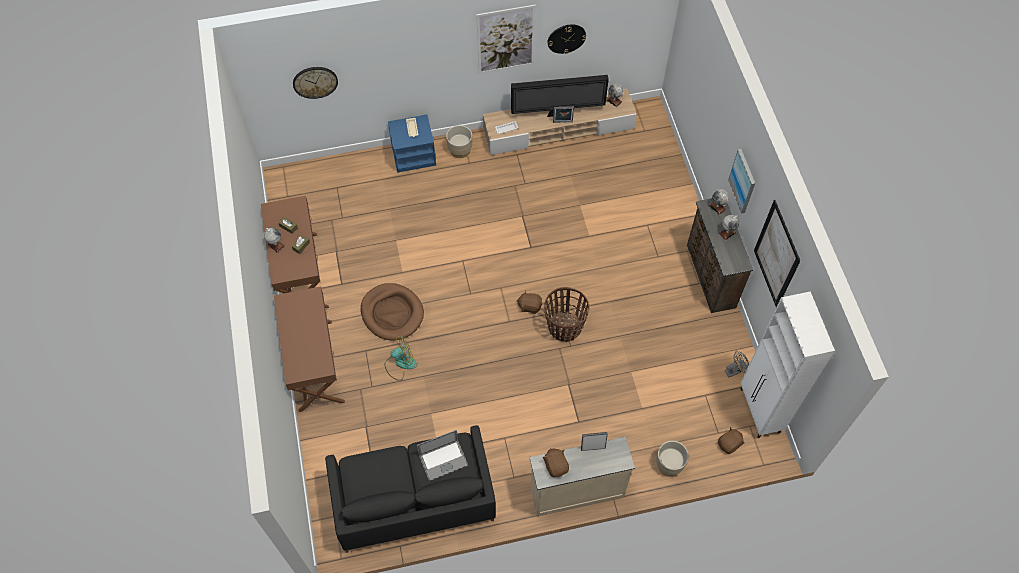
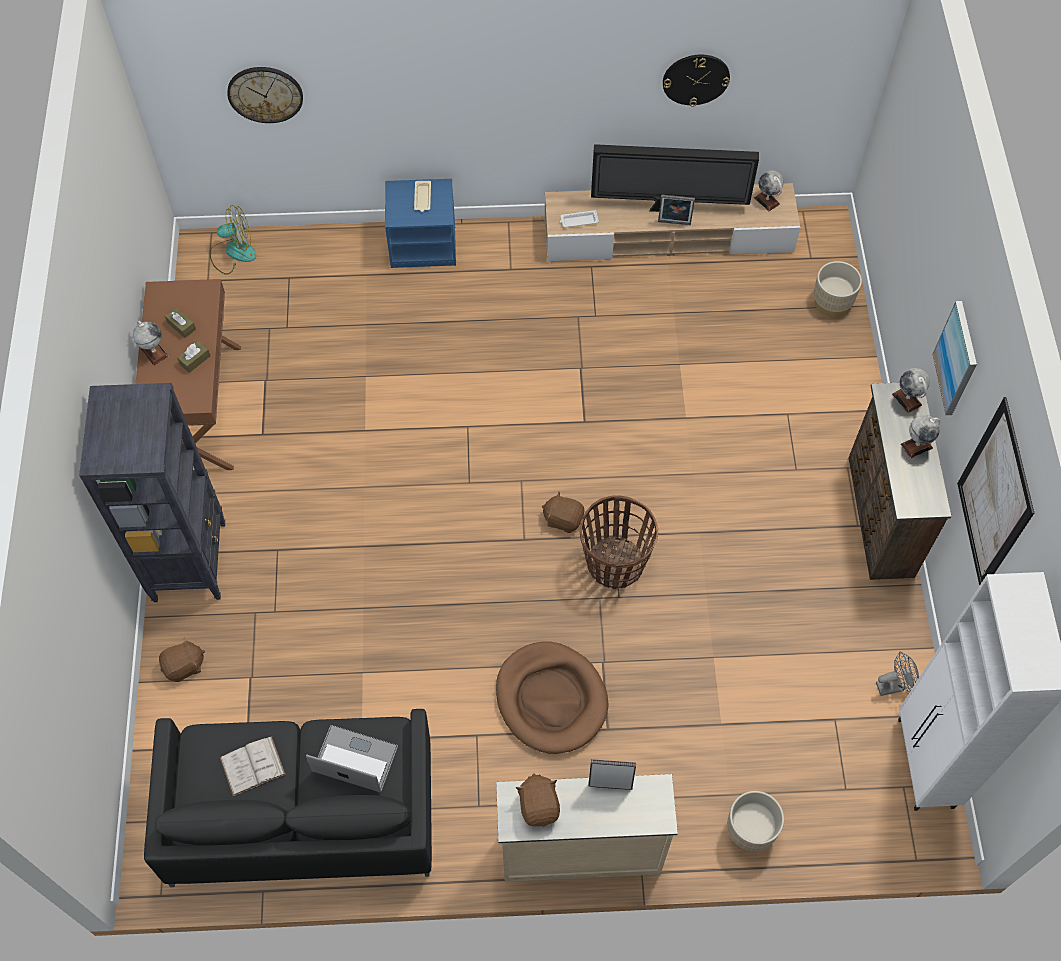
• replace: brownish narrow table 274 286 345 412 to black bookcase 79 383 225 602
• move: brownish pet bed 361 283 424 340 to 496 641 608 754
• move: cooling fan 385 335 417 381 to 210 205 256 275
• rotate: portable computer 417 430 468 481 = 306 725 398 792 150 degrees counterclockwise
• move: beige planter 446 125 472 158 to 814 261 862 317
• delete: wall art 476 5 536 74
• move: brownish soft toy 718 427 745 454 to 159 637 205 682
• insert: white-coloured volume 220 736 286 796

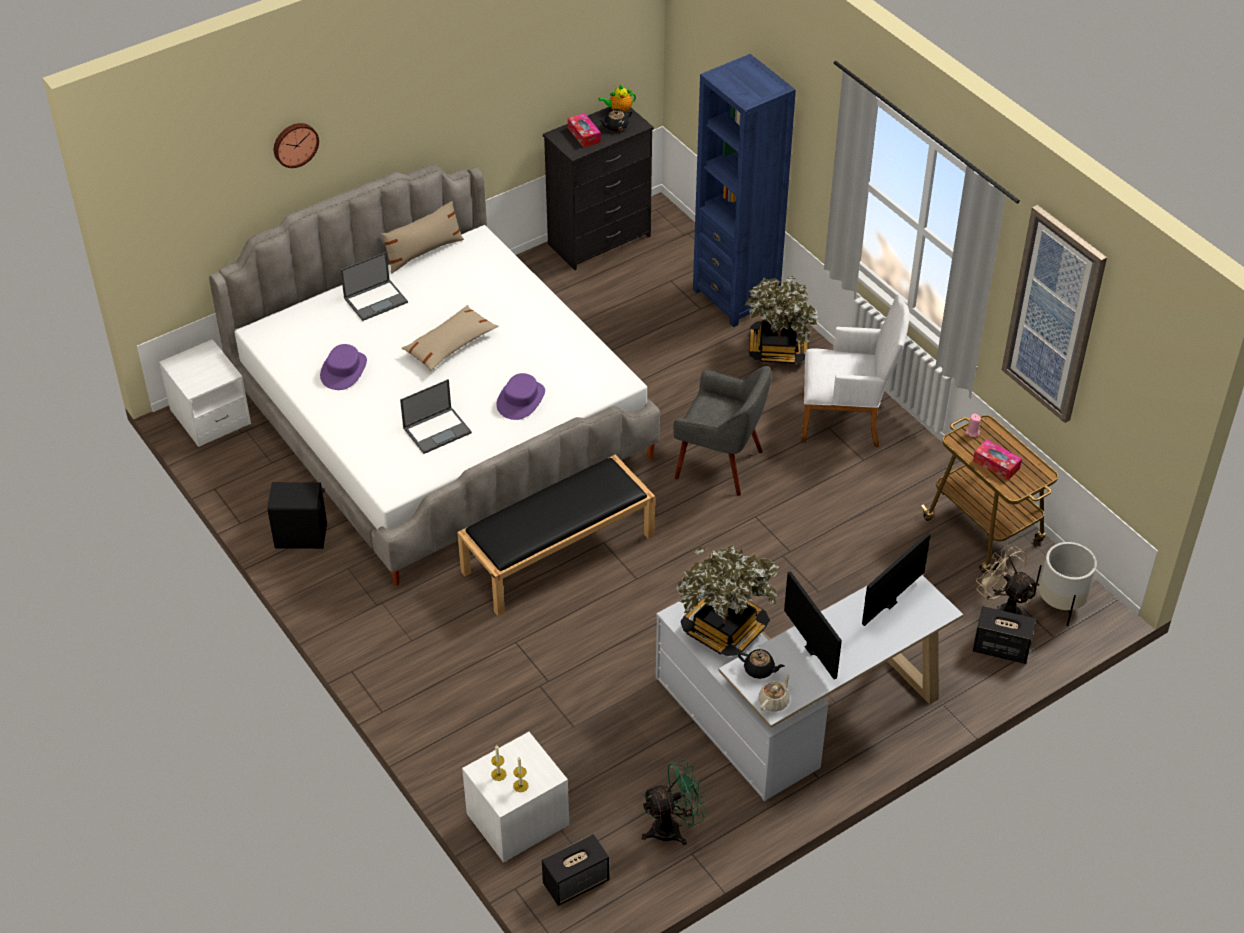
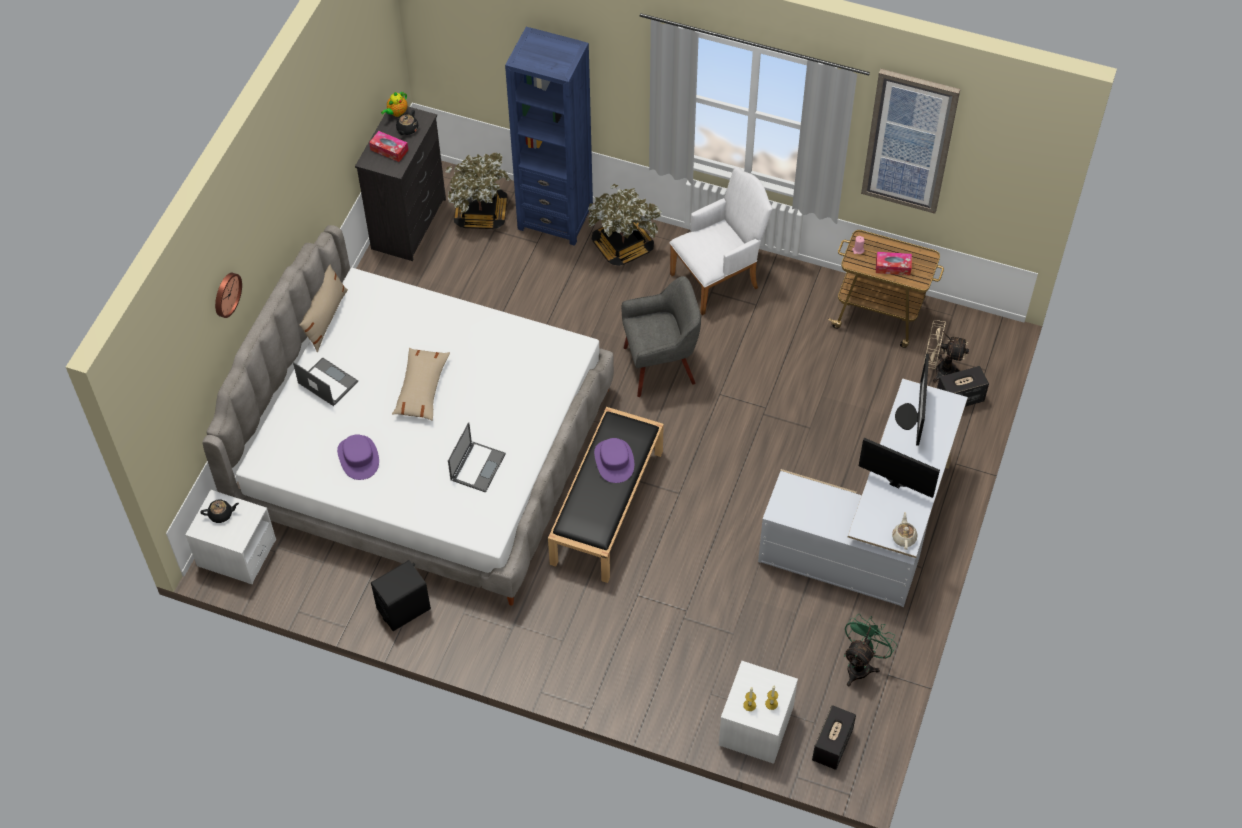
• rotate: portable computer 340 252 408 321 = 293 357 358 406 75 degrees counterclockwise
• move: purplish clothing hat 496 373 545 420 to 594 438 634 483
• move: houseplant 676 545 779 656 to 445 153 511 229
• move: black tea pot 738 649 785 679 to 200 499 239 523
• delete: white-coloured planter 1034 542 1097 626

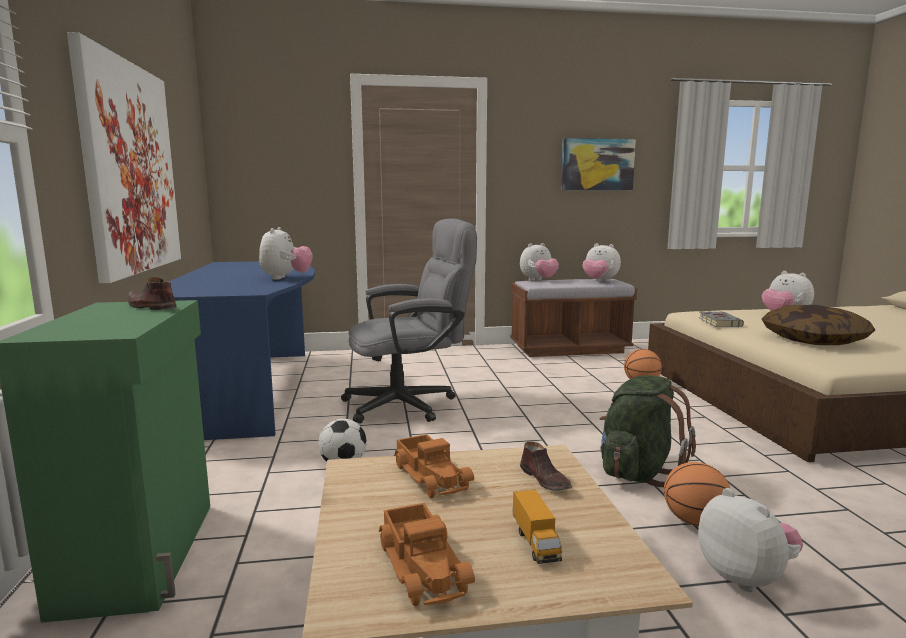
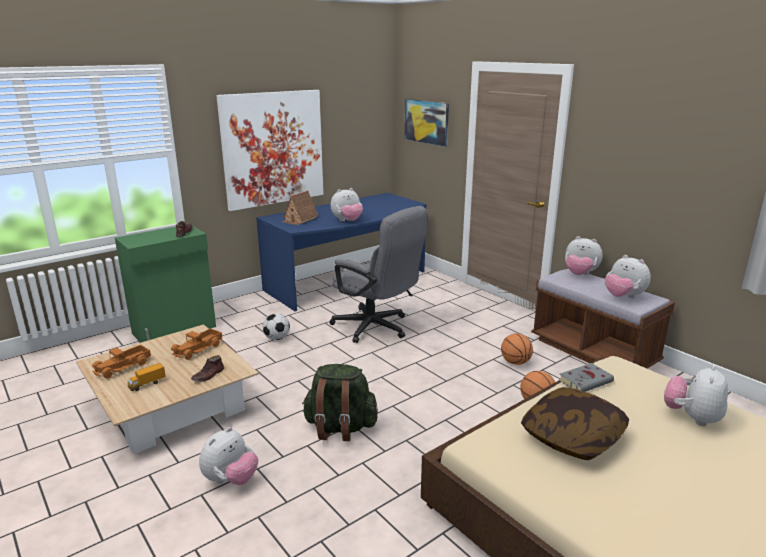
• move: wall art 561 138 636 190 to 405 99 449 147
• rotate: soft toy 582 243 621 282 = 605 255 651 298 45 degrees counterclockwise
• move: ball for basketball 664 462 731 526 to 501 333 533 365
• insert: miniature house 282 190 318 225

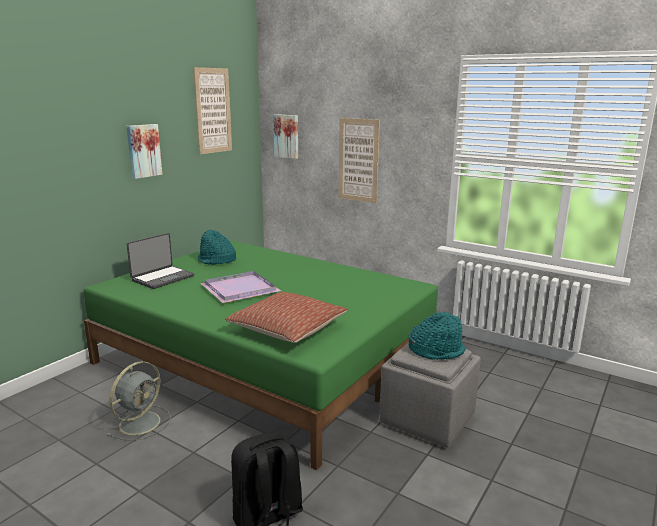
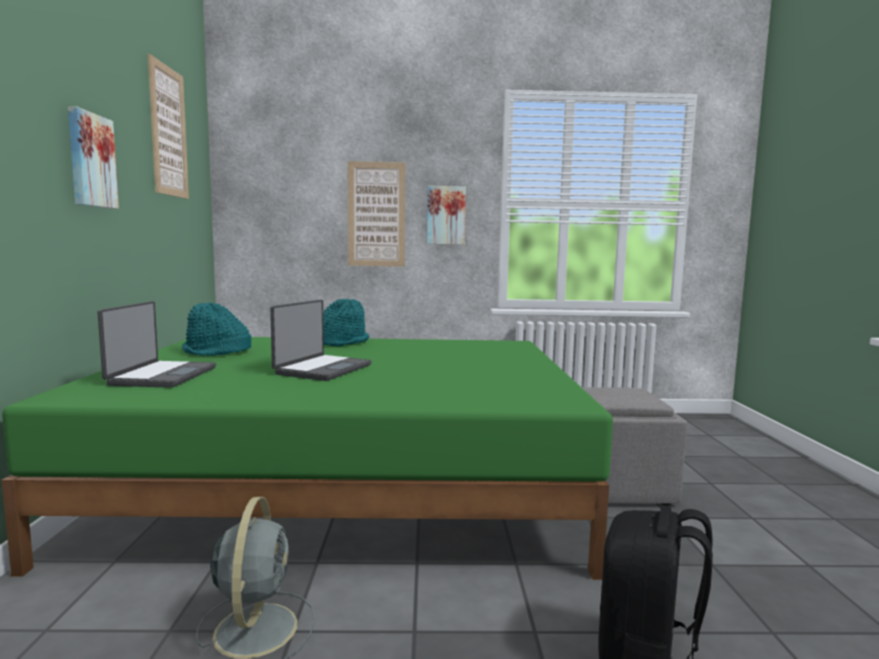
• replace: purplish serving tray 201 271 281 303 to portable computer 270 300 372 381
• delete: throw pillow 225 292 347 343
• move: wall art 273 114 298 159 to 427 186 466 245
• move: turquoise-coloured clothing hat 409 312 465 360 to 323 299 369 346

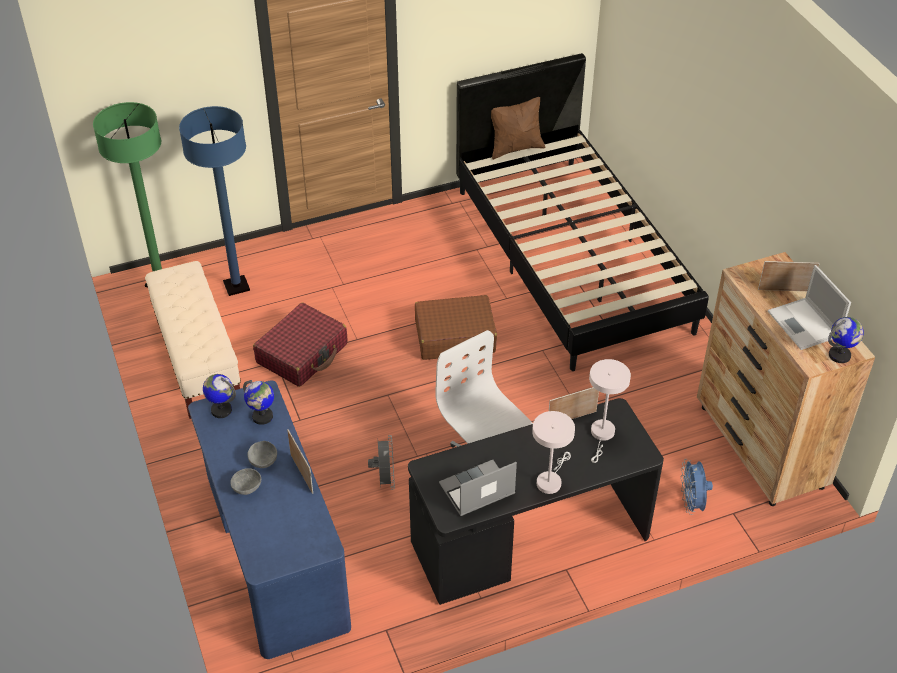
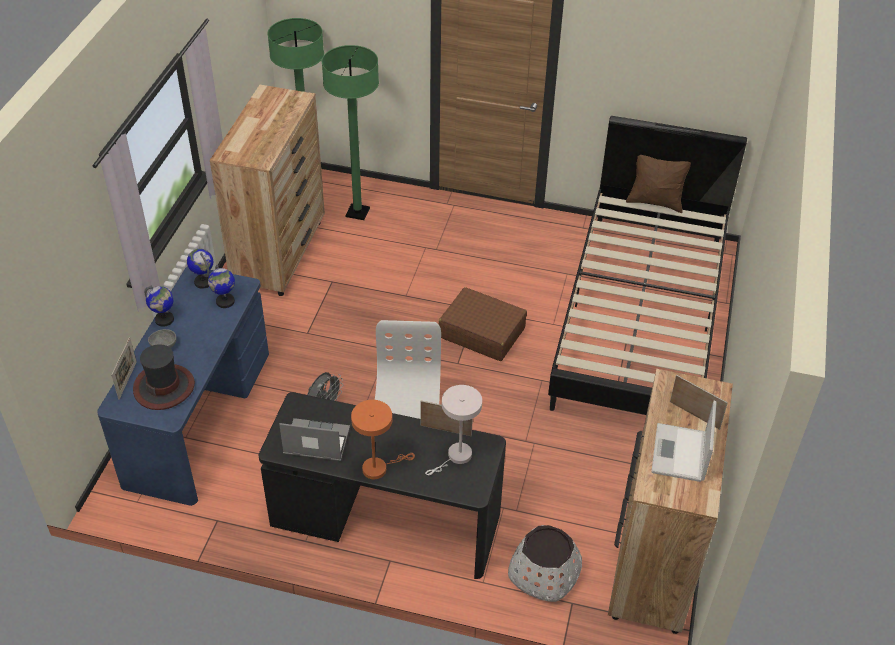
• replace: beige bench 145 261 241 419 to brownish dresser 210 85 325 296
• recolor: blue standard lamp 179 106 250 296 to green-coloured standard lamp 322 45 379 220
• delete: grey bowl 247 441 277 468
• delete: red suitcase 253 303 347 387
• move: photo frame 287 429 313 494 to 111 337 137 400
• recolor: white-coloured lamp for a table 532 411 575 494 to orange lamp for a table 351 400 415 479
• replace: blue cooling fan 681 459 713 515 to white-coloured planter 508 525 582 602
• move: desk globe 828 317 864 363 to 144 285 174 327
• insert: clothing hat 133 344 195 410

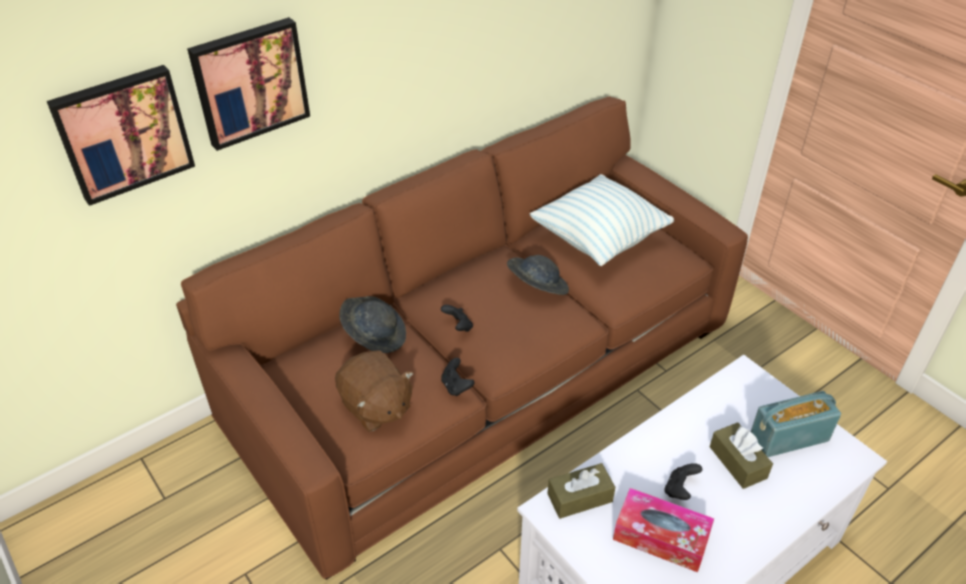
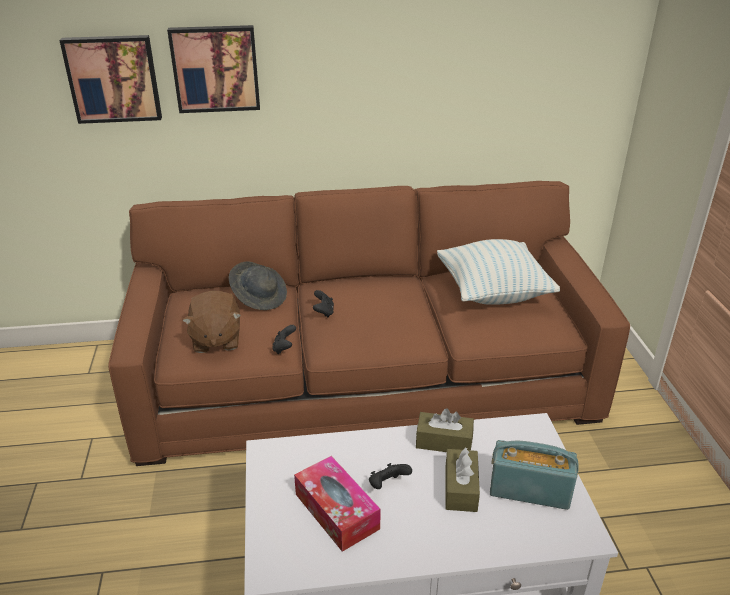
• delete: grey clothing hat 507 255 569 295
• move: brownish tissue holder 547 463 615 519 to 416 408 474 452

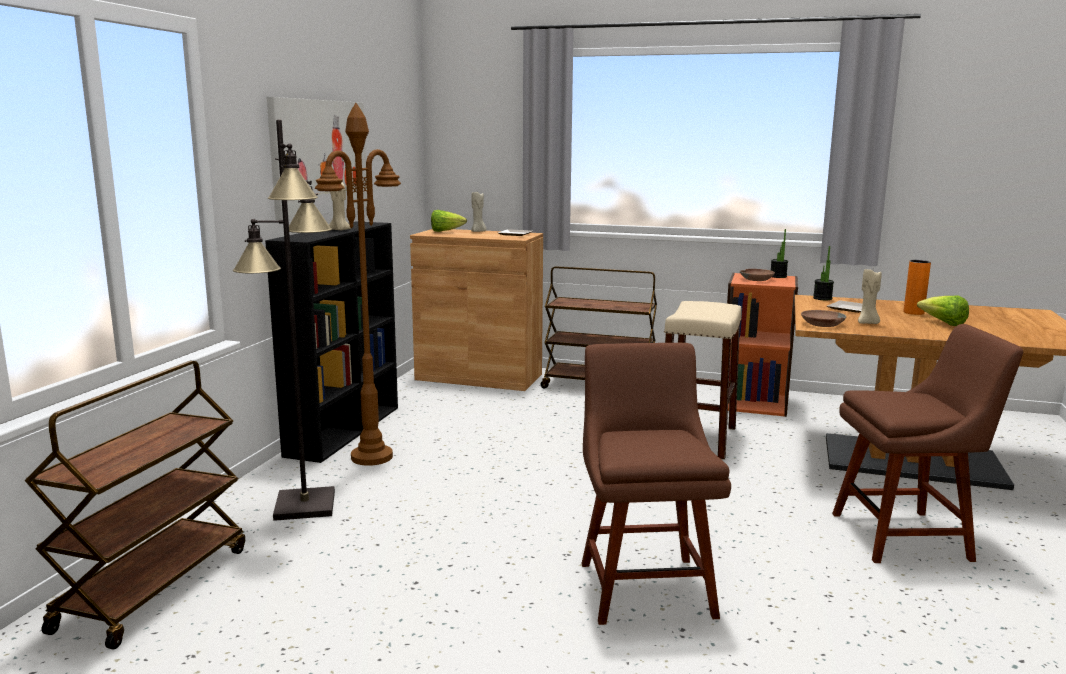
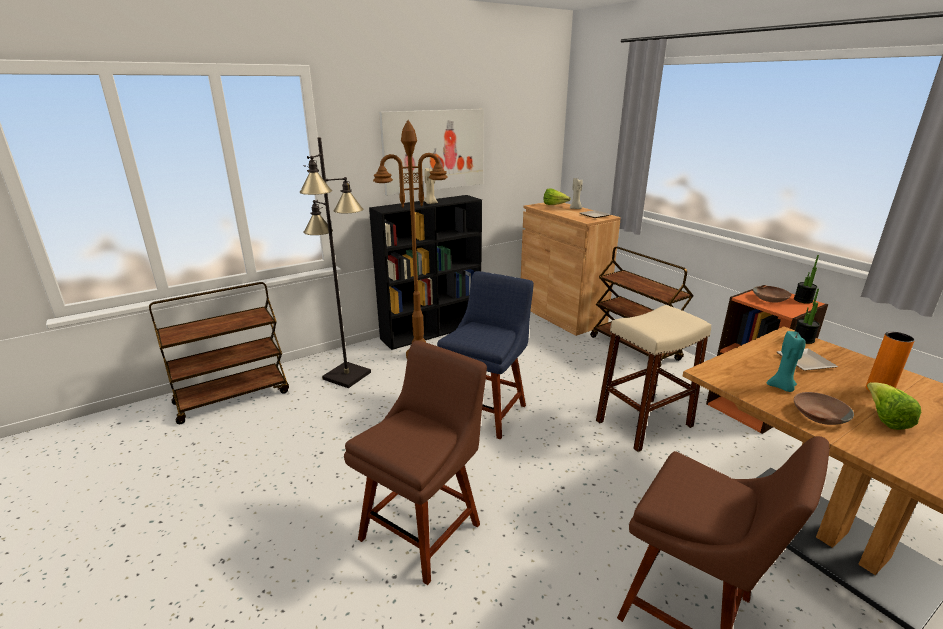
• move: brownish bowl 801 310 846 327 to 794 392 854 425
• recolor: beige wax candle 858 269 882 324 to turquoise-coloured wax candle 767 331 806 392
• insert: blue chair 437 271 534 439

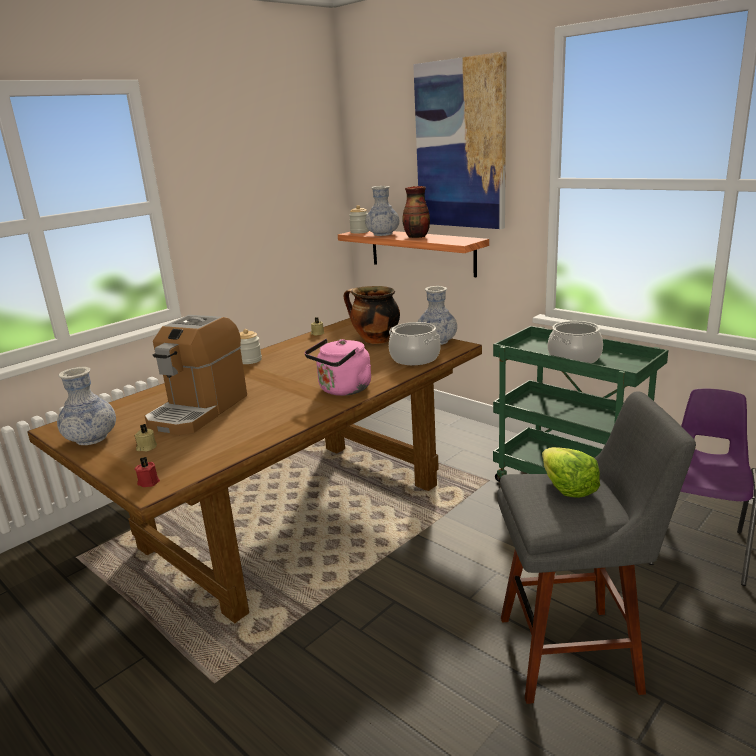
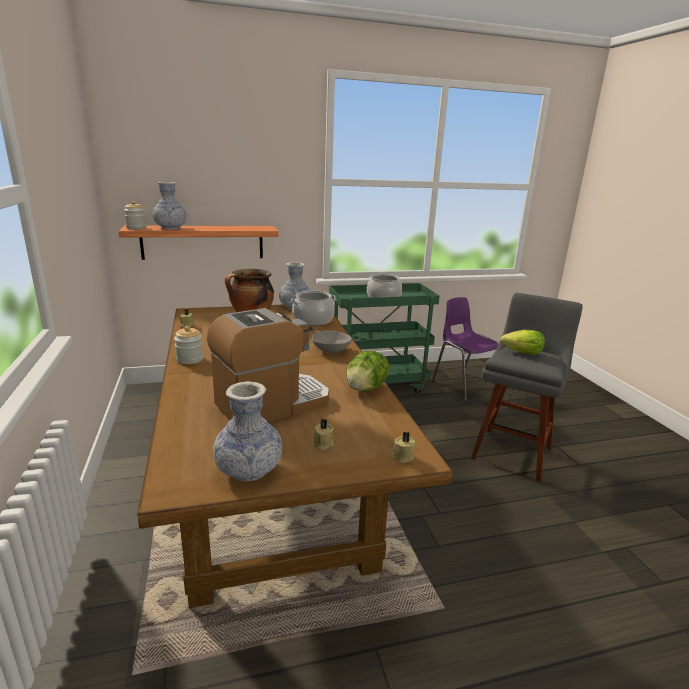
• recolor: red wax candle 135 457 160 487 to beige wax candle 391 431 415 463
• rotate: coffee maker 145 315 247 435 = 207 308 329 423 90 degrees counterclockwise
• replace: pink kettle 305 339 371 396 to grey bowl 312 330 352 353
• delete: flower vase 402 186 430 238
• delete: wall art 413 52 507 229
• insert: lettuce 346 351 390 392

